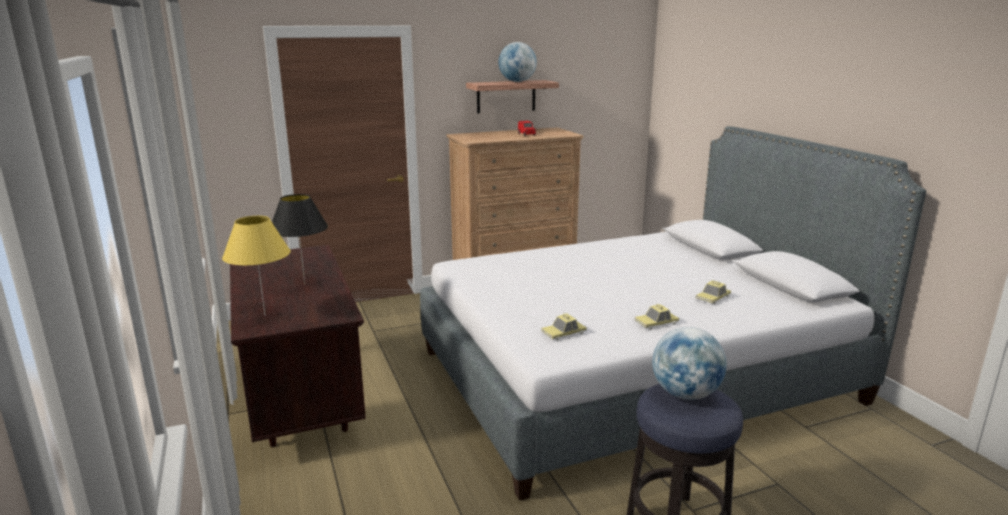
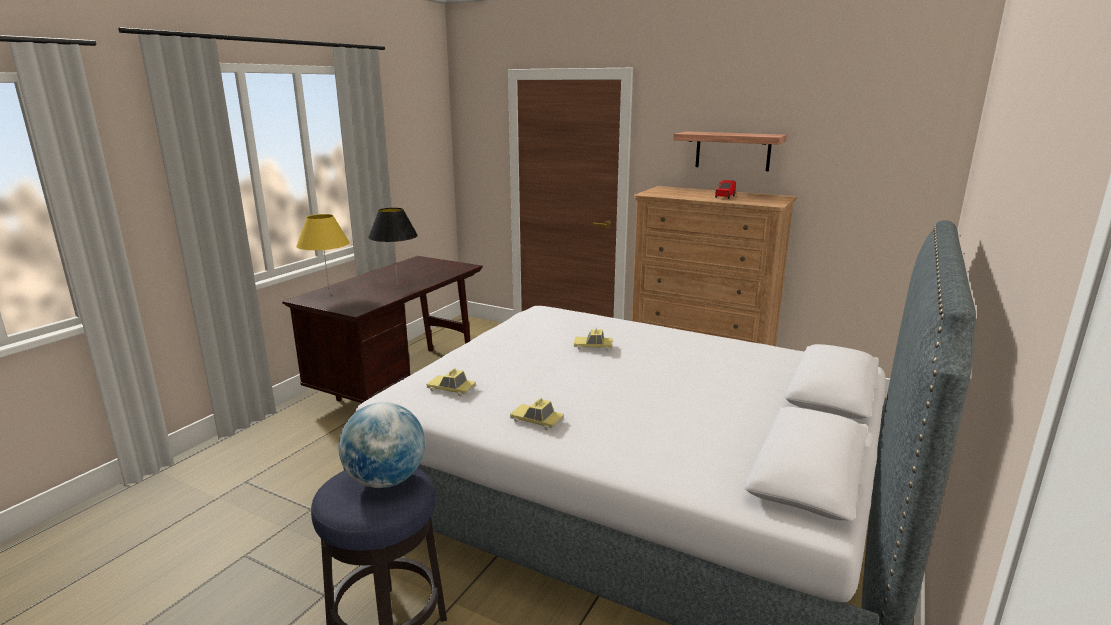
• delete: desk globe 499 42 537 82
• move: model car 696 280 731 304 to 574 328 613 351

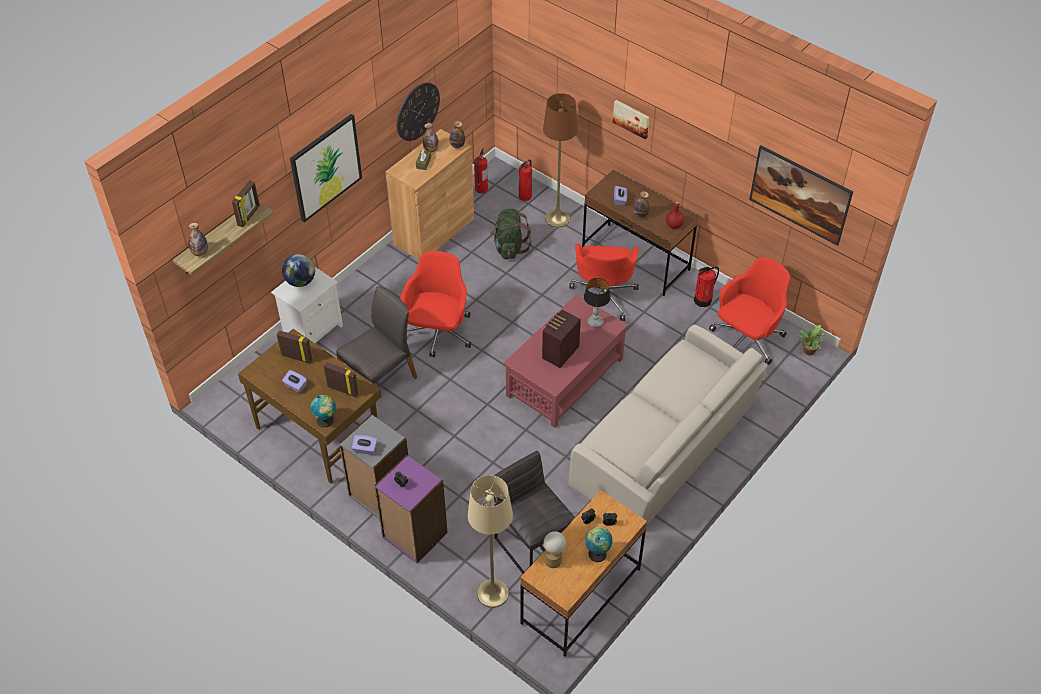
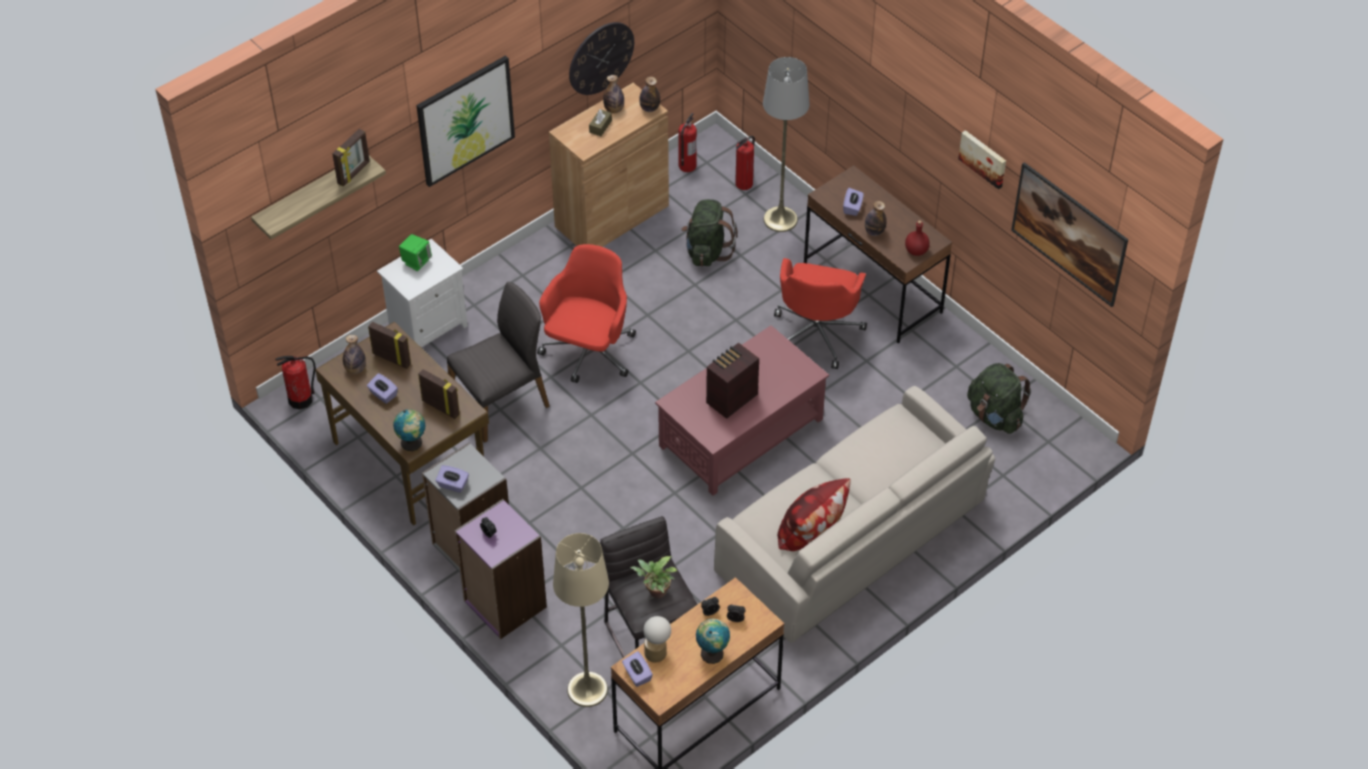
• move: bottle 188 223 208 256 to 343 335 366 374
• replace: desk globe 282 254 315 287 to green-coloured audio speaker 399 234 432 271
• recolor: brownish standard lamp 543 93 578 227 to grey standard lamp 763 57 810 232
• delete: lamp for a table 584 278 611 328
• move: wall art 613 100 649 139 to 958 130 1006 189
• move: extinguisher 694 266 719 307 to 275 356 316 409
• replace: red desk chair 709 257 790 365 to green-coloured rucksack 967 363 1031 434
• move: houseplant 797 325 825 356 to 630 556 678 598
• insert: purplish tissue holder 622 651 653 687
• insert: throw pillow 777 478 850 551

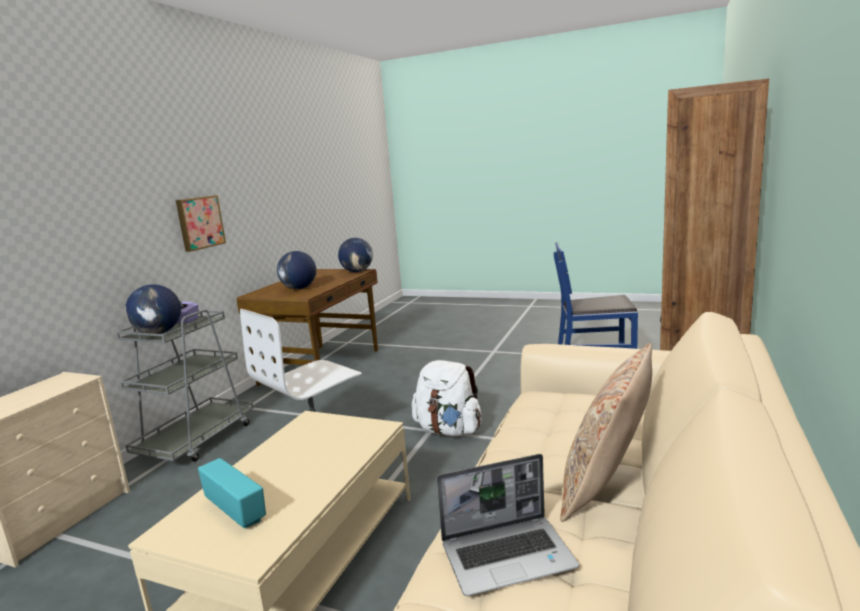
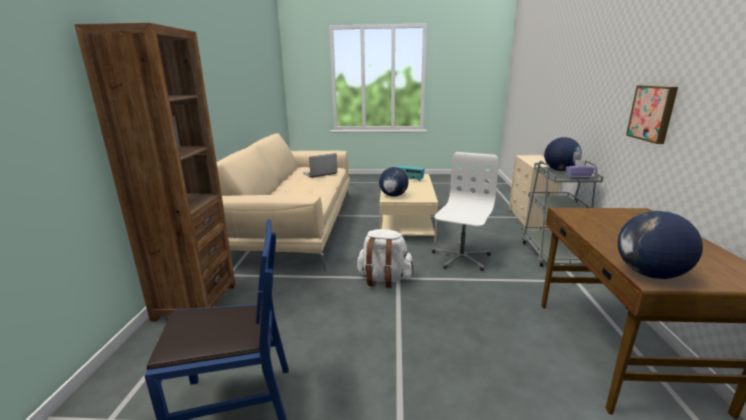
• move: desk globe 277 251 316 289 to 379 167 409 197
• delete: beige throw pillow 560 343 652 522

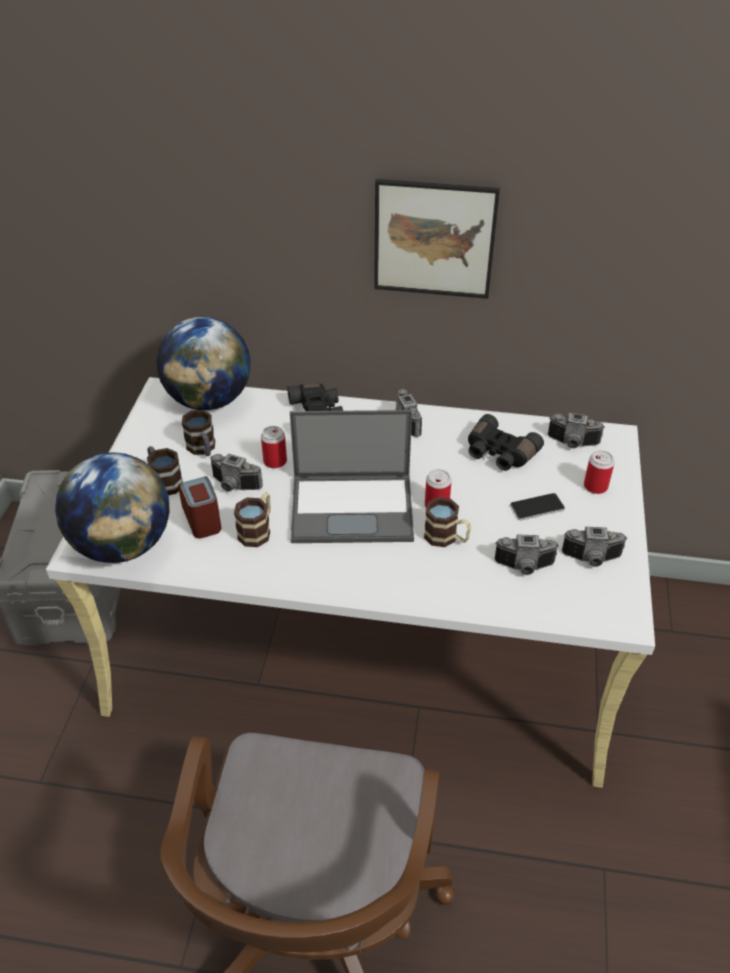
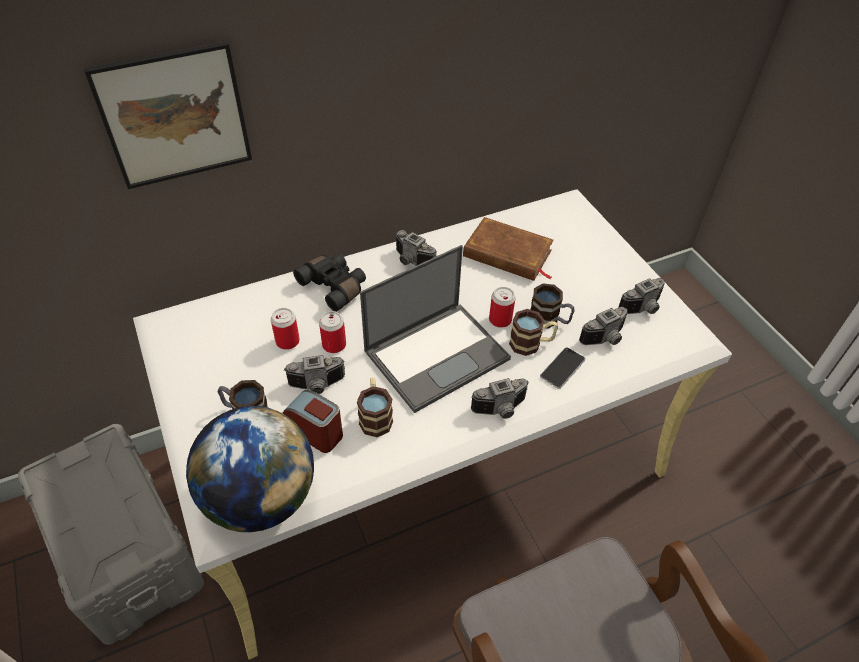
• delete: desk globe 156 317 251 410
• move: coffee mug 182 410 215 456 to 530 283 575 329
• move: wall art 374 179 500 299 to 84 42 252 189
• replace: black binoculars 468 414 544 471 to brownish volume 463 217 554 281
• move: telephone 510 493 565 520 to 540 347 585 389
• move: photo camera 548 413 605 448 to 471 378 529 419
• move: sealed can 584 450 615 494 to 271 308 300 350

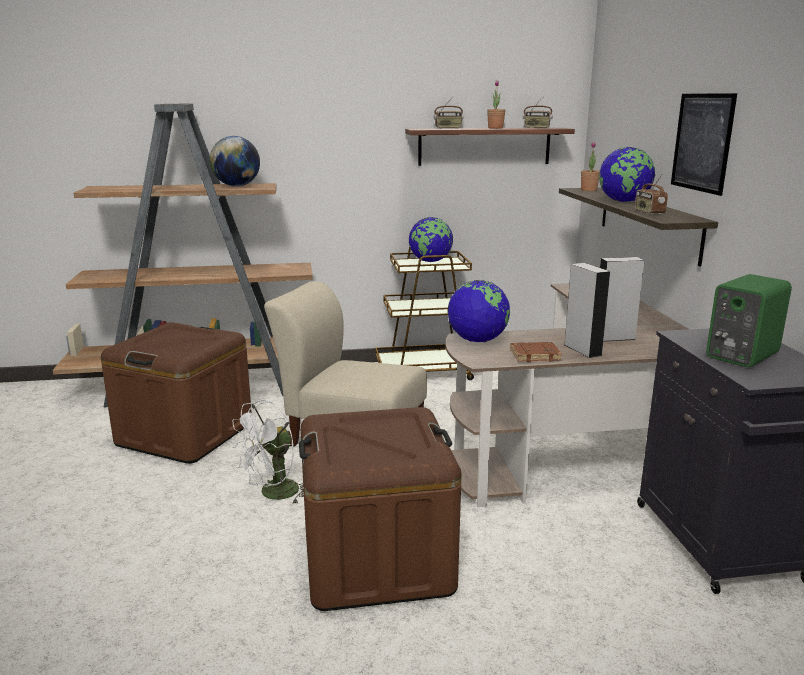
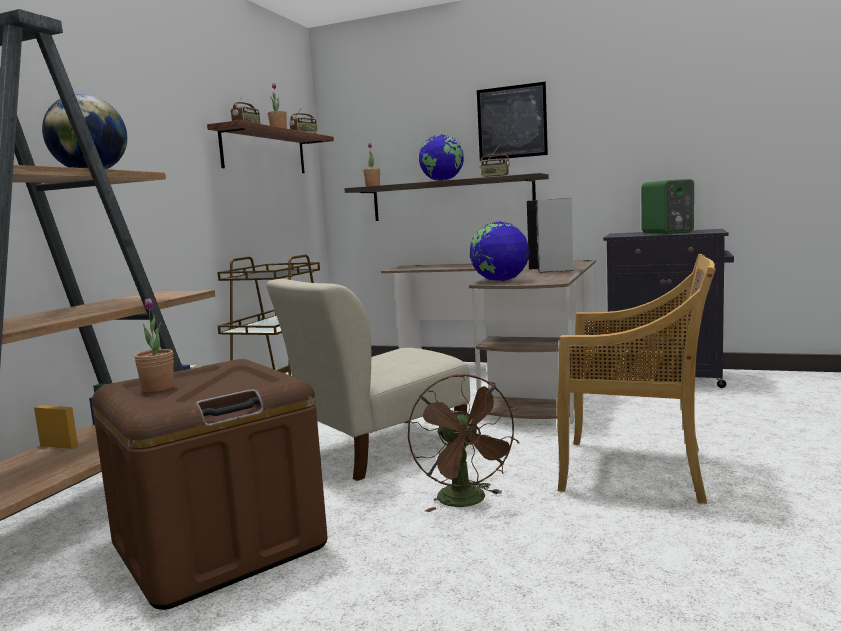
• recolor: white-coloured cooling fan 230 400 304 505 to brownish cooling fan 408 374 519 512
• replace: brownish storage bin 299 407 461 611 to beige chair 557 254 716 504
• delete: desk globe 409 217 453 262
• delete: brownish volume 510 342 562 362
• insert: houseplant 134 298 174 392

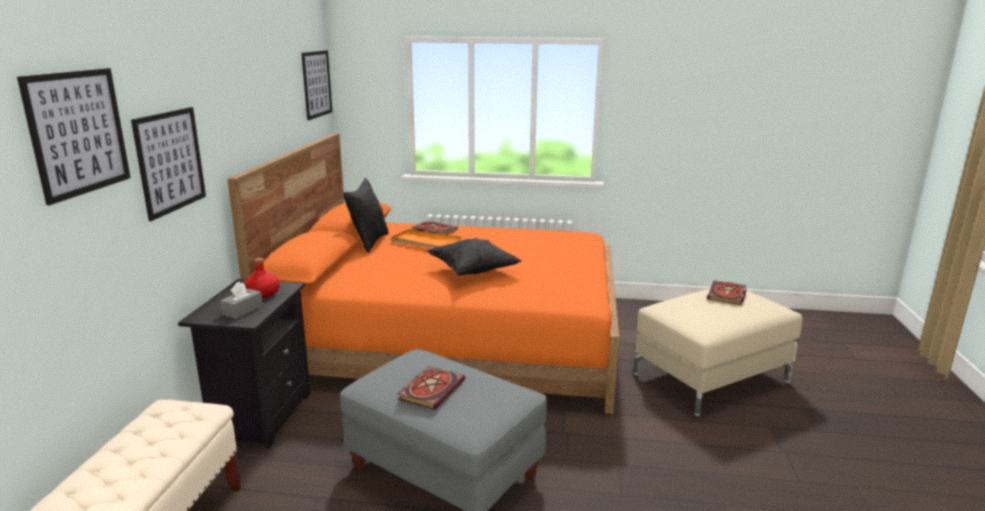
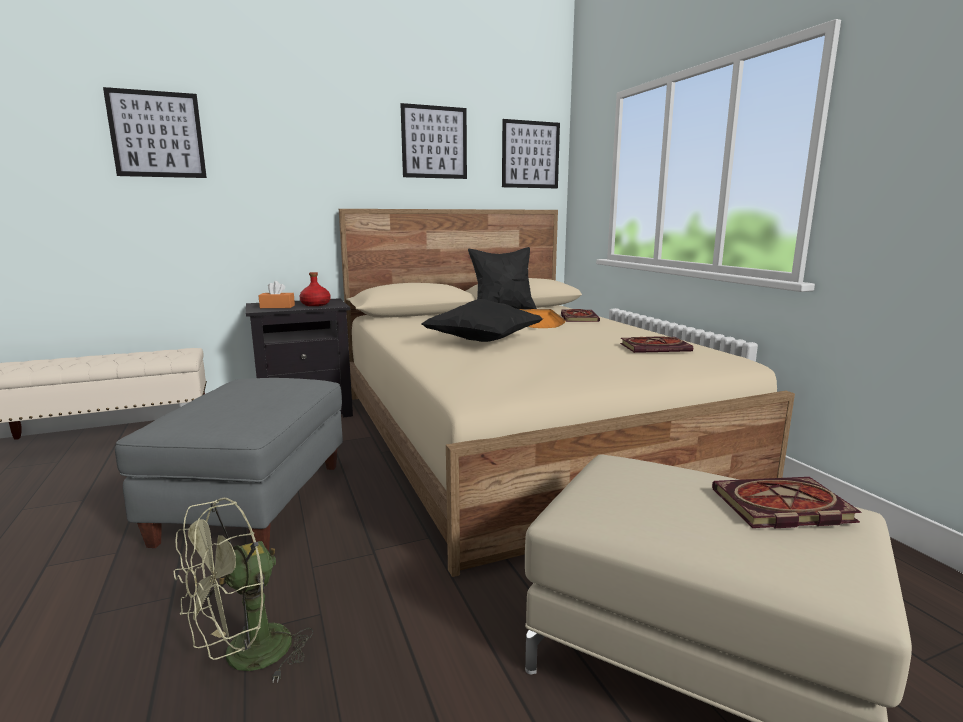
• move: wall art 131 107 206 221 to 400 103 467 179
• recolor: grey tissue holder 220 282 263 319 to orange tissue holder 258 281 295 308
• recolor: orange bedroom bed 227 133 619 414 to beige bedroom bed 339 209 795 577
• move: volume 397 366 465 410 to 620 336 693 353
• insert: green-coloured cooling fan 174 498 314 683

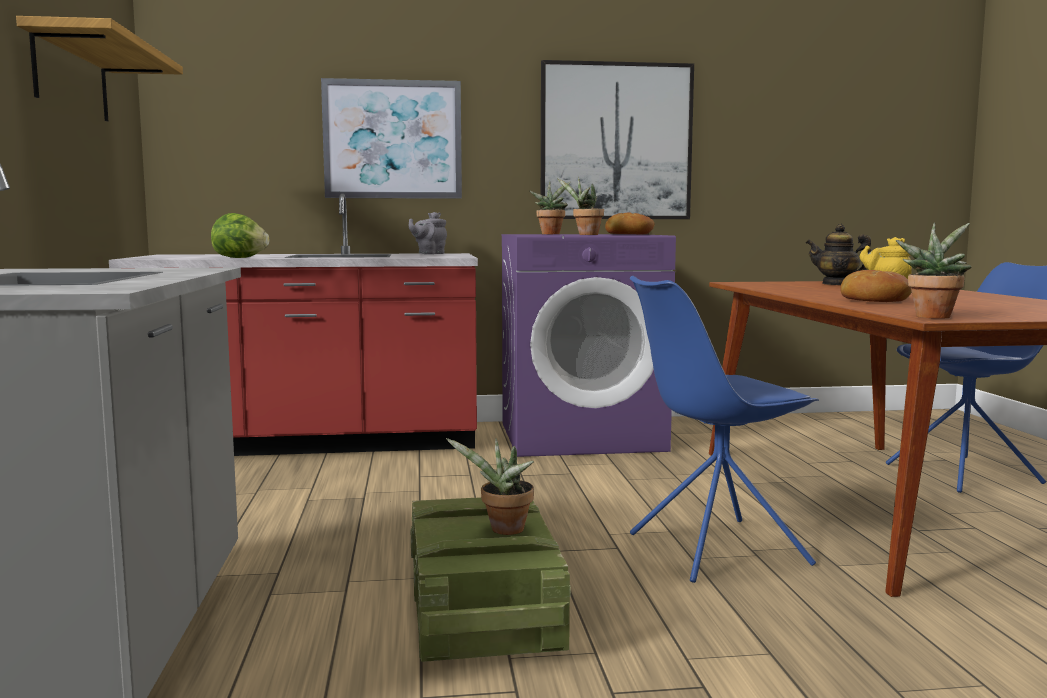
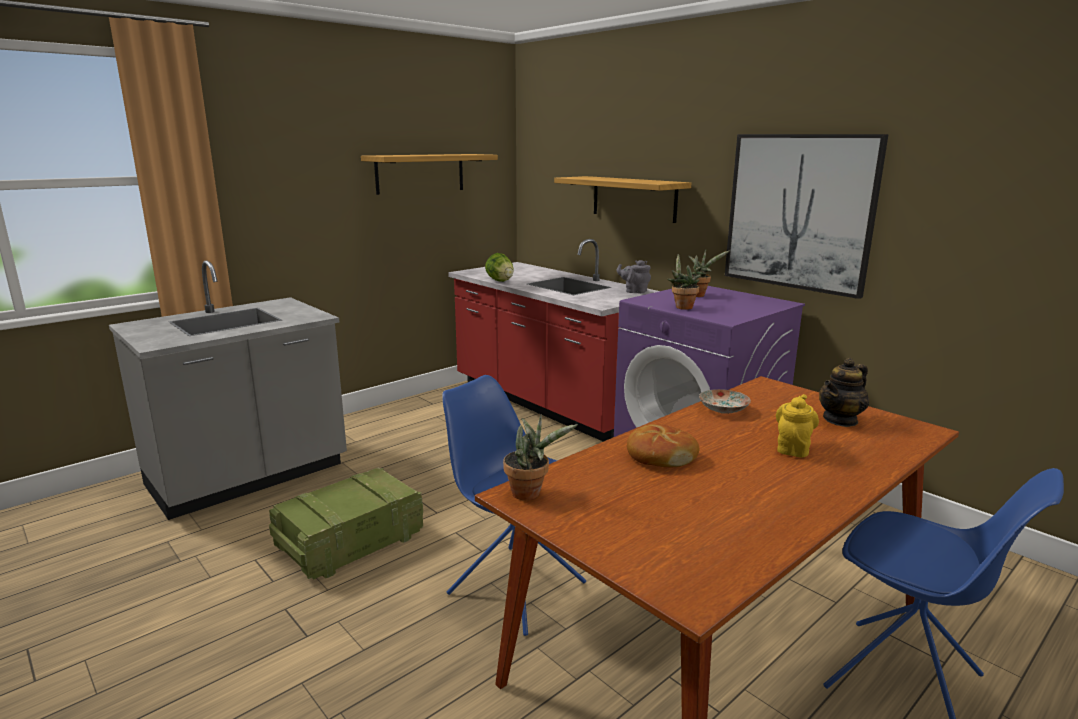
• replace: wall art 321 78 462 199 to wall shelf 554 176 691 223
• delete: houseplant 446 438 534 535
• delete: baked bread 605 212 655 234
• rotate: tea pot 806 224 871 285 = 819 358 869 427 105 degrees counterclockwise
• insert: dinner plate 699 389 751 414

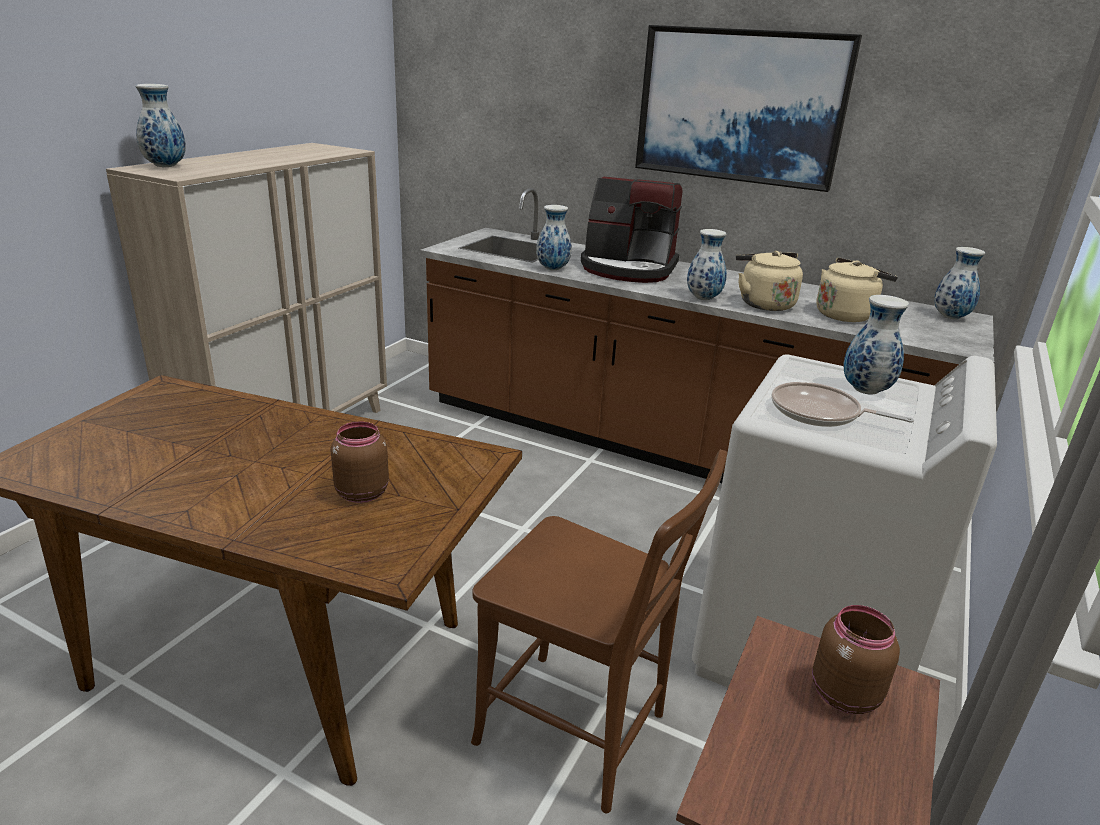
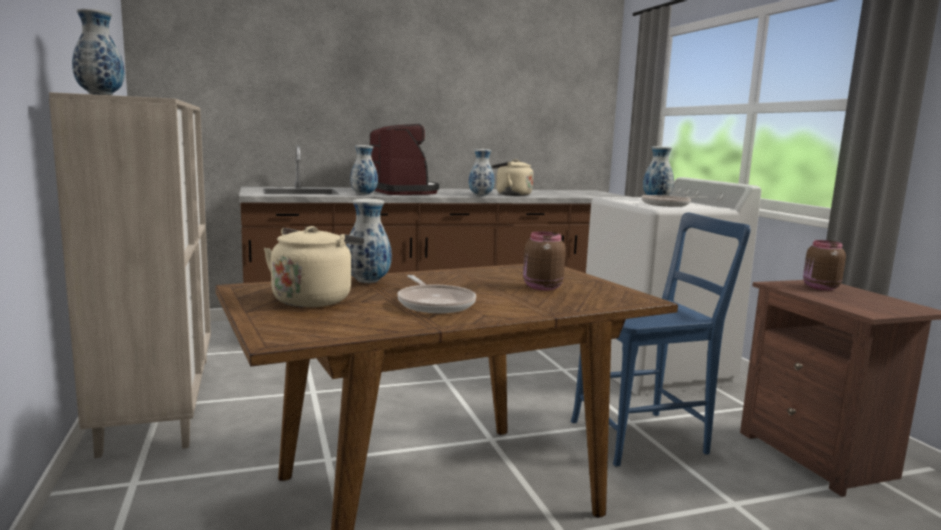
• recolor: brownish chair 471 450 727 814 to blue chair 571 213 751 466
• rotate: coffee maker 581 177 683 283 = 369 124 439 195 90 degrees counterclockwise
• delete: wall art 635 25 862 192
• move: beige kettle 816 257 898 322 to 264 226 364 307
• move: flower vase 934 247 985 319 to 346 199 392 283
• insert: skillet 397 275 476 313

